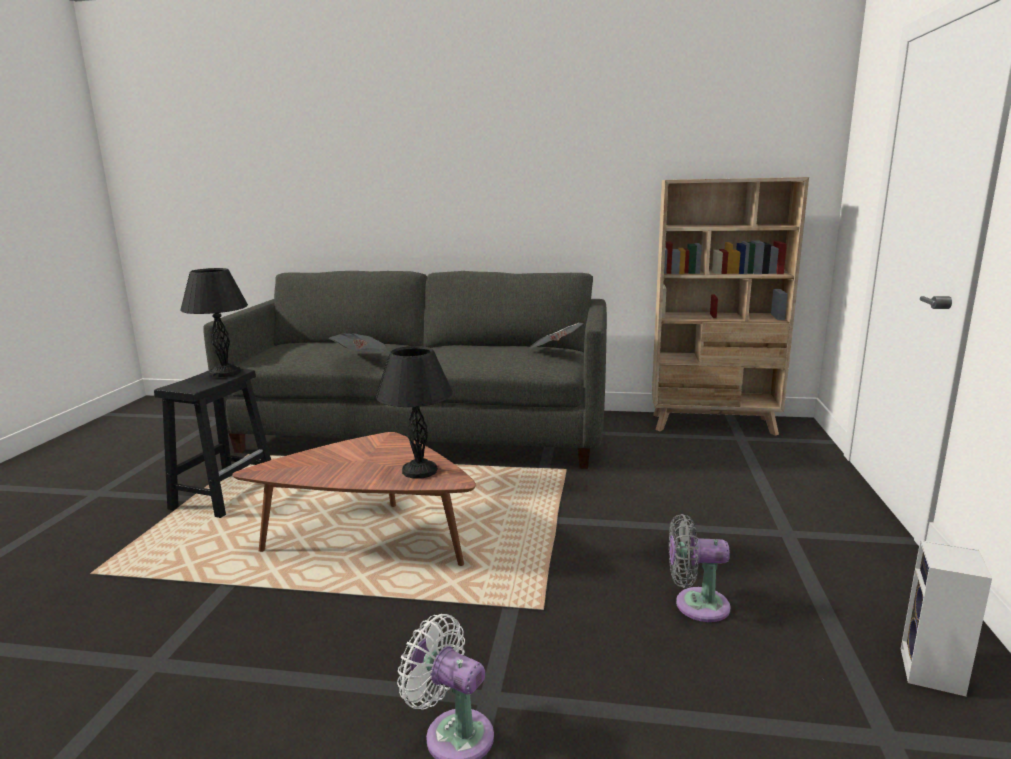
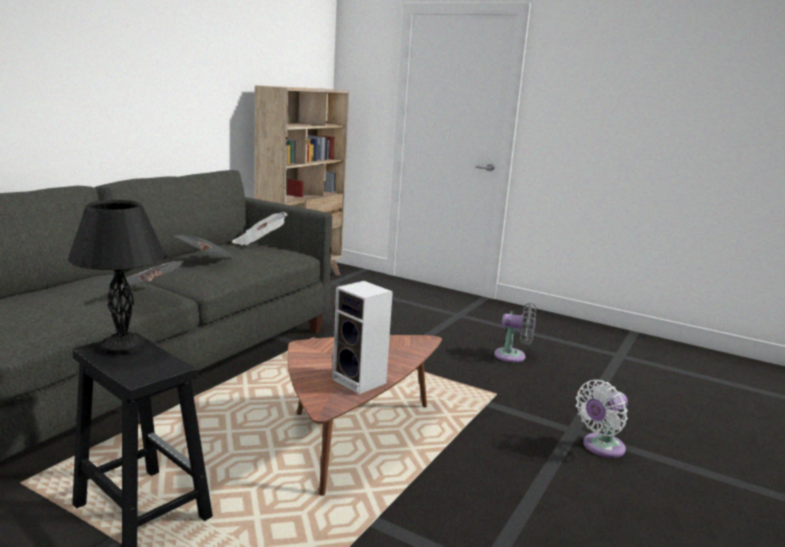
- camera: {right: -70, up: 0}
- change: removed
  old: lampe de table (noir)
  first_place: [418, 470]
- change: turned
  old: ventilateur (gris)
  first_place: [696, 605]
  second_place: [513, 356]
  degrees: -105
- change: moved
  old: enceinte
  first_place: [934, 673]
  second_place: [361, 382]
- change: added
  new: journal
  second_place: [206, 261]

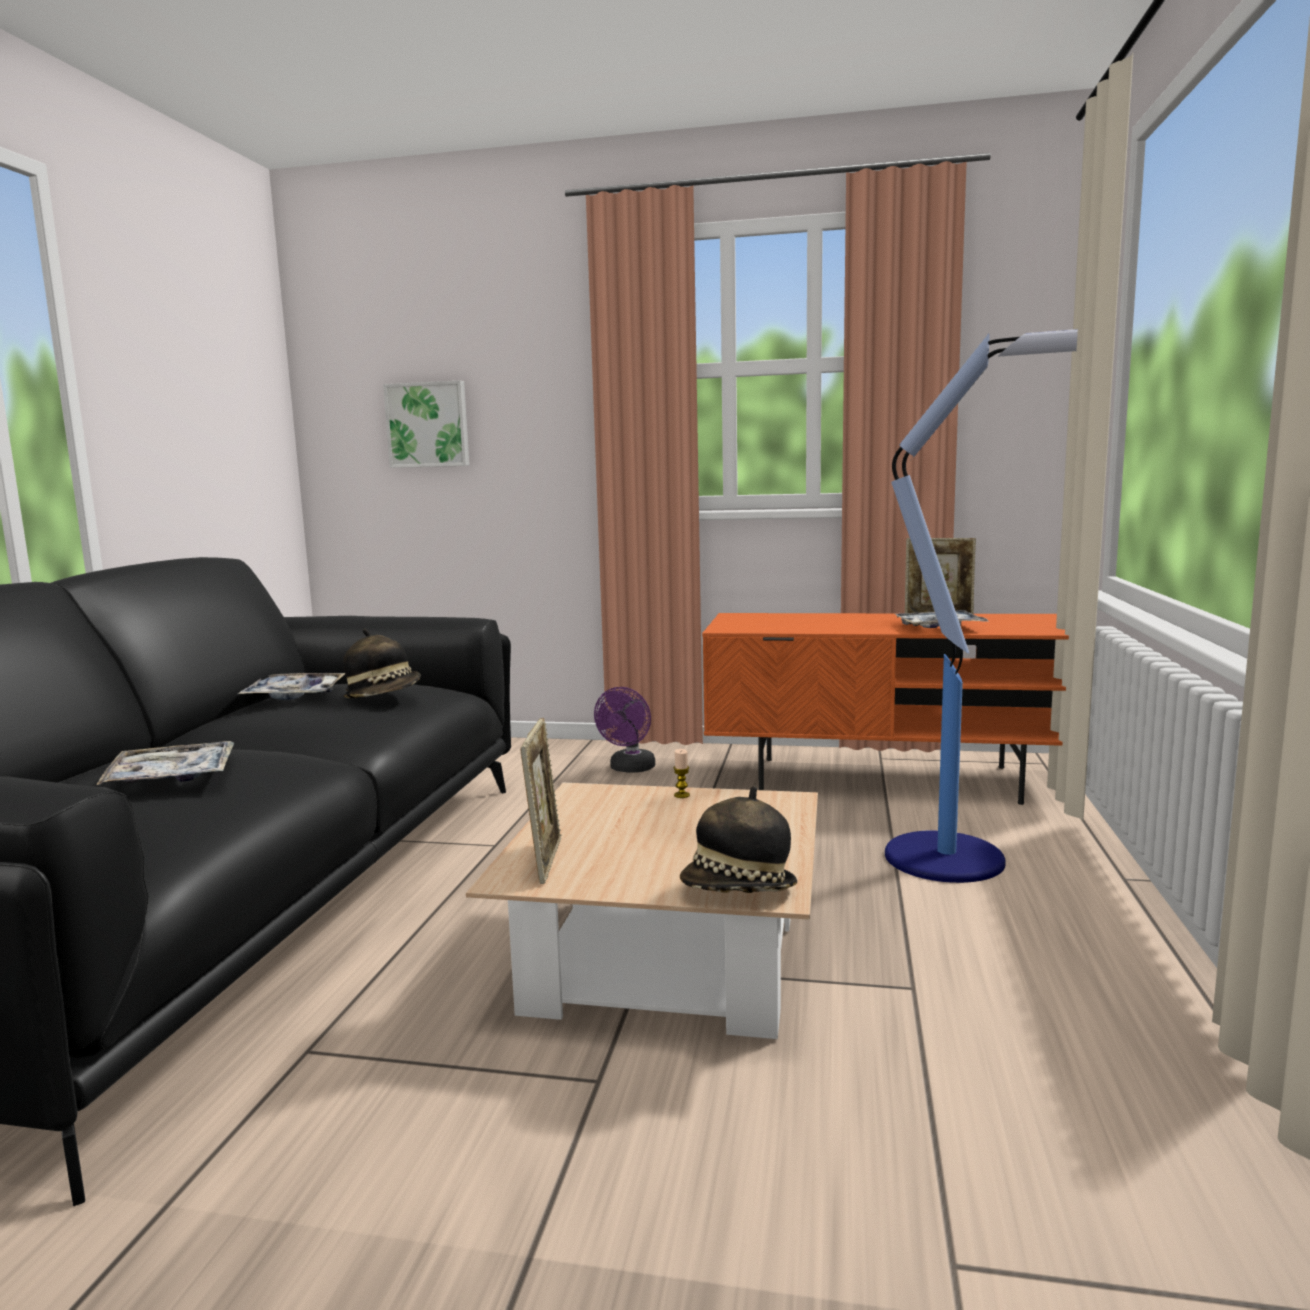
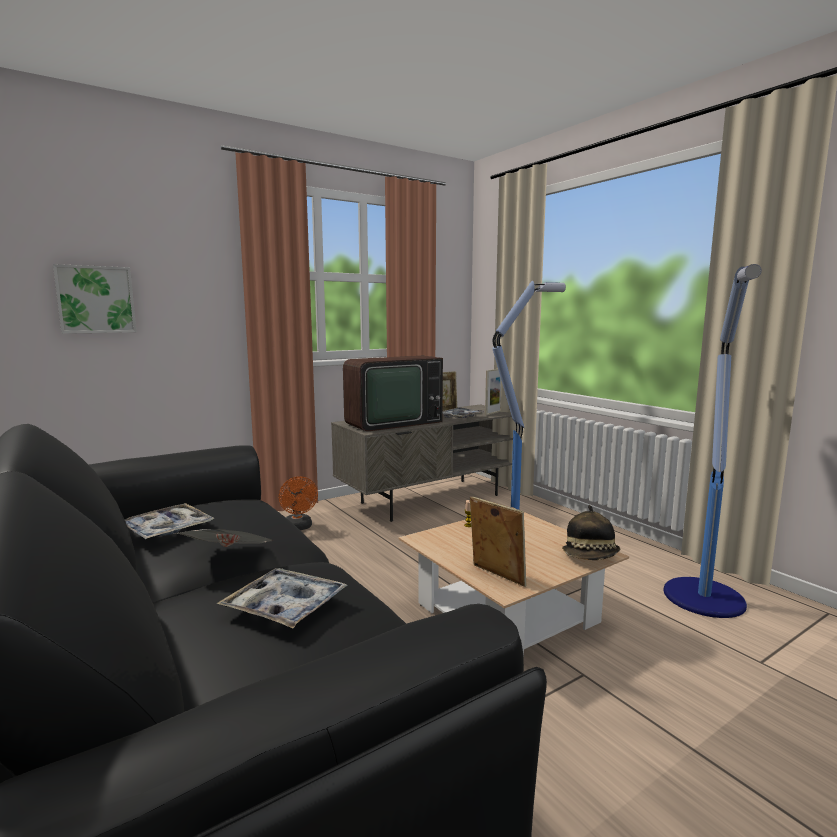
- camera: {right: -45, up: 0}
- change: recoloured
  old: meuble télé (orange)
  new: meuble télé (gris)
  first_place: [886, 779]
  second_place: [430, 498]
- change: removed
  old: chapeau
  first_place: [384, 696]
- change: recoloured
  old: ventilateur (violet)
  new: ventilateur (orange)
  first_place: [630, 769]
  second_place: [298, 528]
- change: added
  new: lampadaire
  second_place: [704, 599]
- change: added
  new: téléviseur
  second_place: [390, 422]
- change: added
  new: cadre photo
  second_place: [494, 412]
- change: added
  new: journal
  second_place: [230, 561]

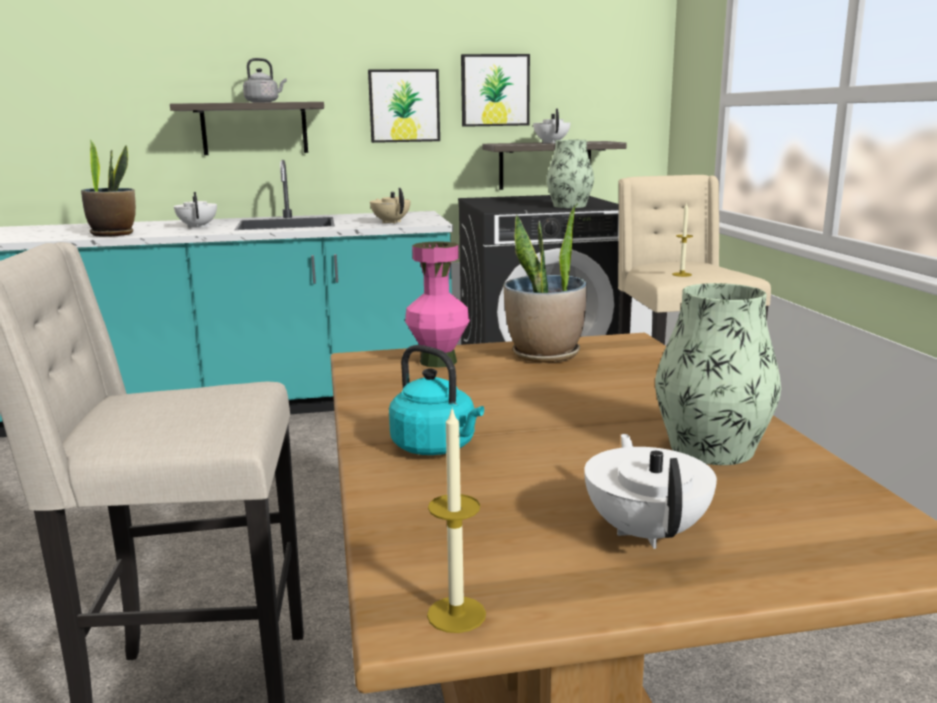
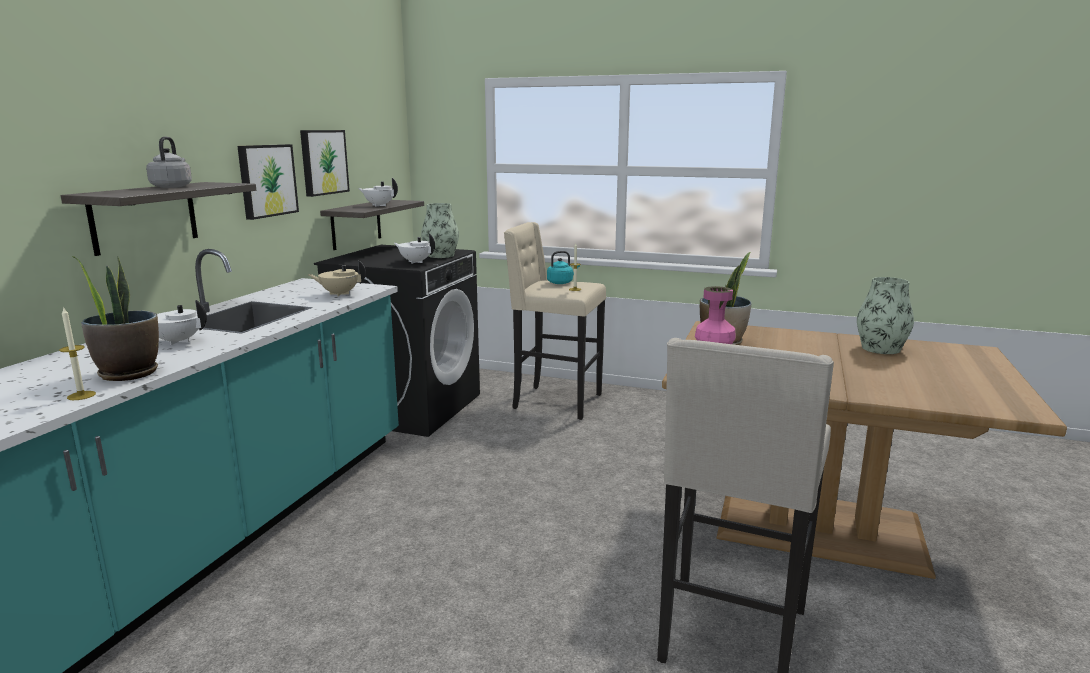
- camera: {right: -60, up: 0}
- change: moved
  old: bouilloire (turquoise)
  first_place: [437, 447]
  second_place: [561, 282]
- change: moved
  old: bougie
  first_place: [456, 614]
  second_place: [81, 395]
- change: moved
  old: théière (blanc)
  first_place: [646, 532]
  second_place: [415, 262]

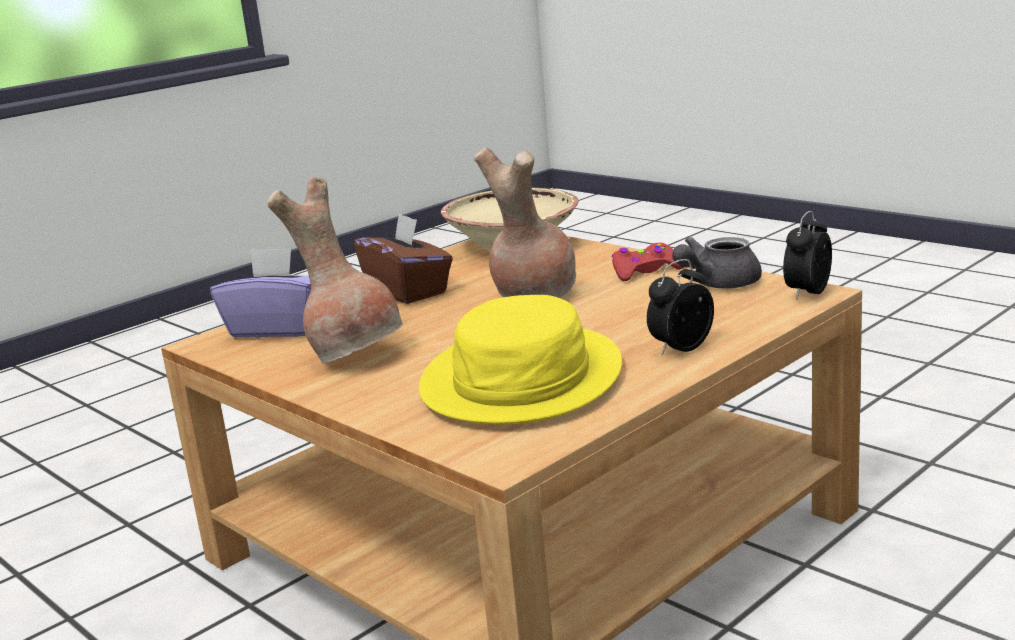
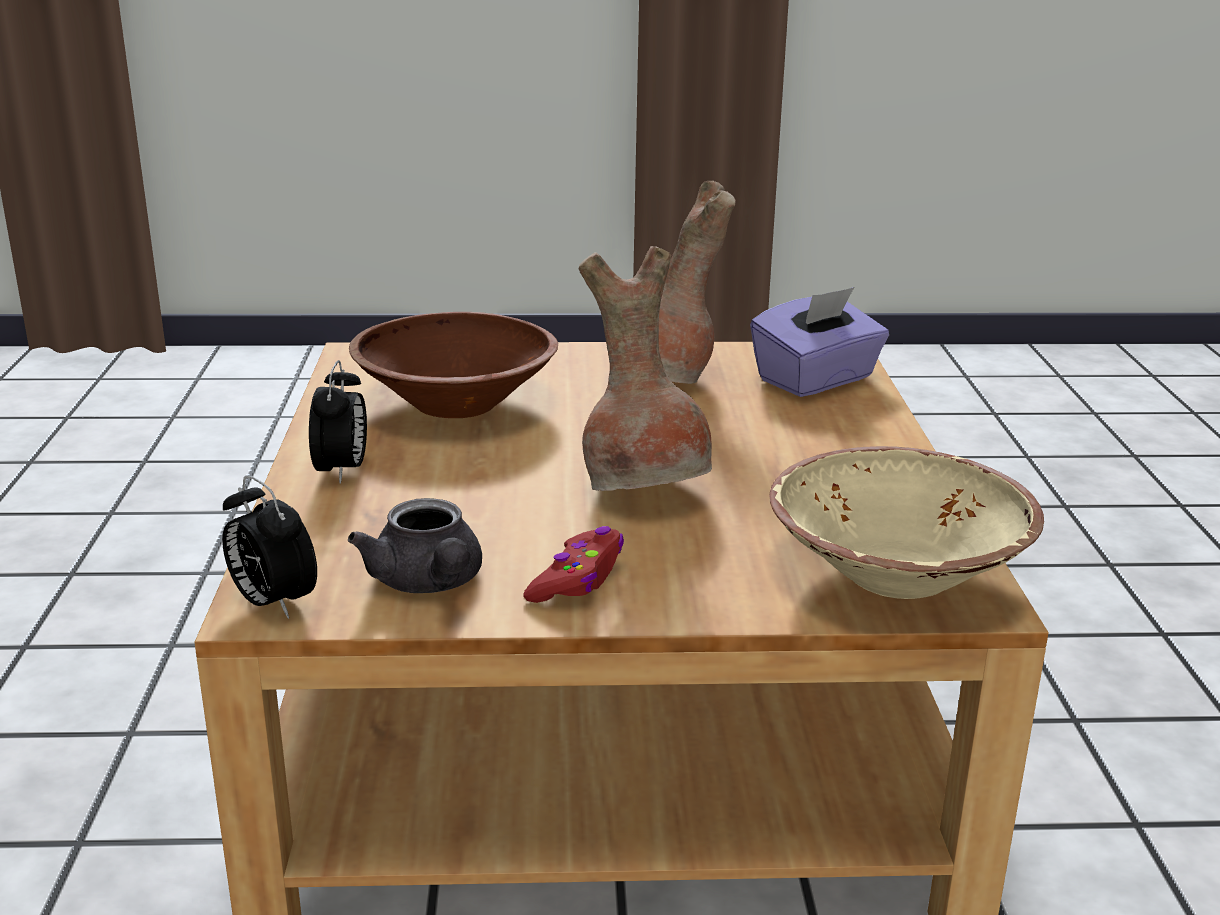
- camera: {right: 130, up: 5}
- change: turned
  old: réveil
  first_place: [807, 293]
  second_place: [272, 603]
  degrees: 150
- change: removed
  old: boîte à mouchoirs (marron)
  first_place: [408, 290]
- change: turned
  old: théière (gris)
  first_place: [717, 284]
  second_place: [429, 583]
  degrees: 150
- change: replaced
  old: chapeau (jaune)
  new: bol (marron)
  first_place: [523, 378]
  second_place: [455, 403]

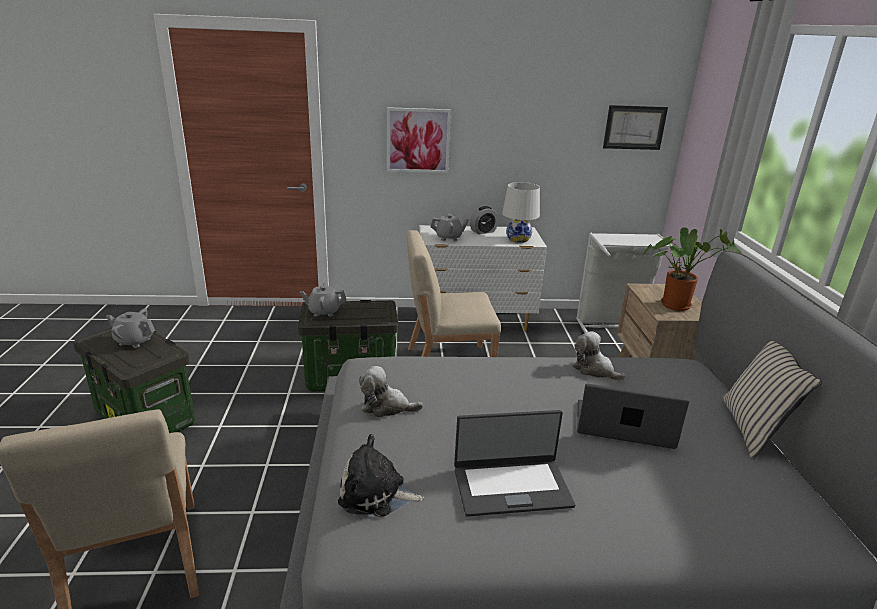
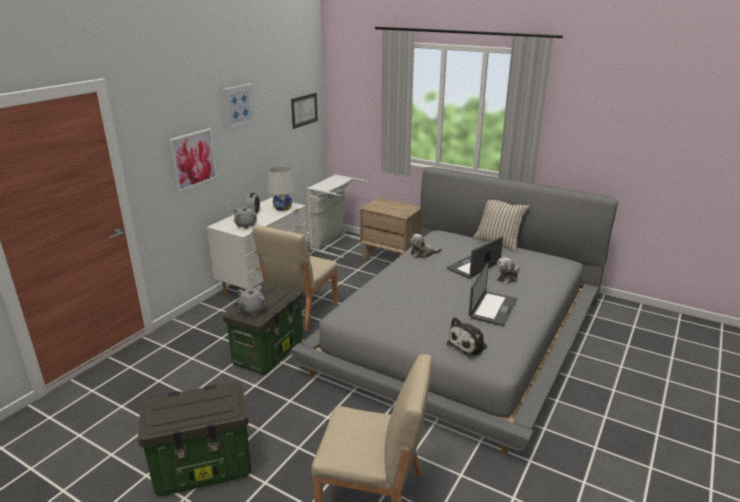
- camera: {right: -55, up: 0}
- change: removed
  old: plante en pot
  first_place: [679, 305]
- change: removed
  old: théière (gris)
  first_place: [134, 341]
- change: moved
  old: peluche
  first_place: [386, 407]
  second_place: [507, 277]
- change: added
  new: tableau
  second_place: [238, 106]

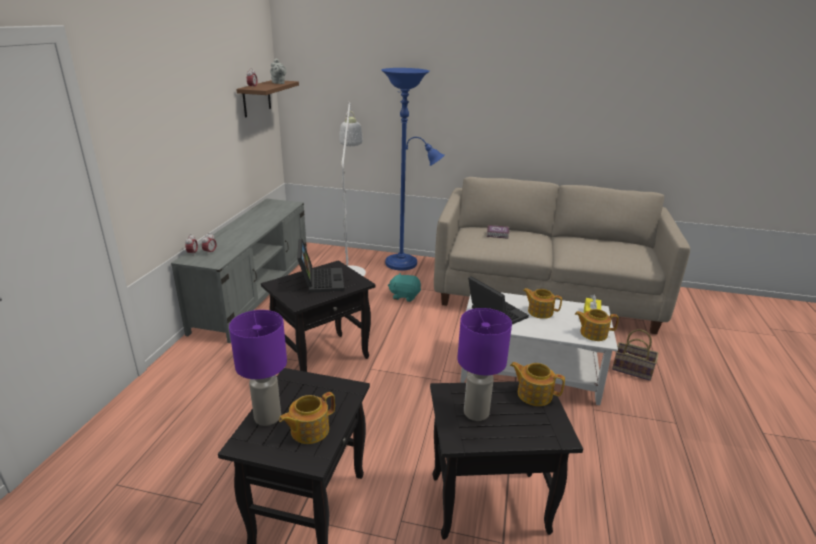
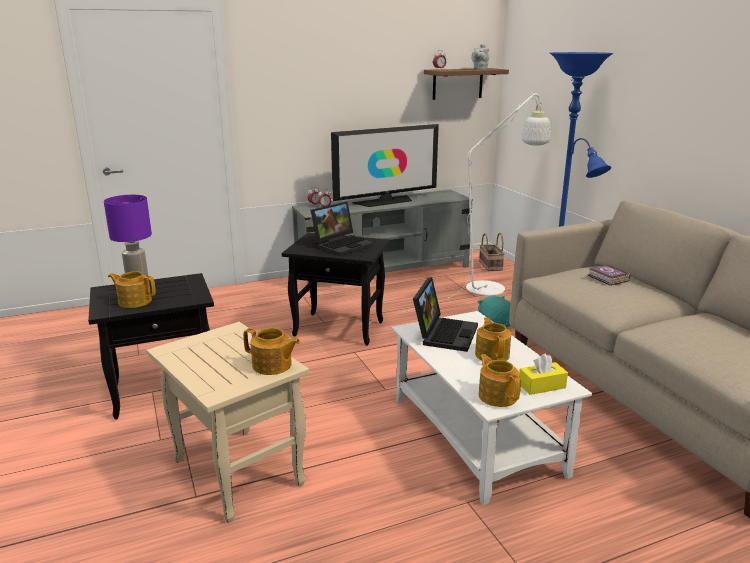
- camera: {right: 55, up: -5}
- change: removed
  old: lampe de table (violet)
  first_place: [475, 413]
- change: moved
  old: panier
  first_place: [633, 370]
  second_place: [491, 266]
- change: turned
  old: théière
  first_place: [533, 394]
  second_place: [272, 365]
  degrees: 120
- change: recoloured
  old: table d'appoint (noir)
  new: table d'appoint (beige)
  first_place: [487, 505]
  second_place: [235, 472]
- change: added
  new: téléviseur
  second_place: [385, 201]

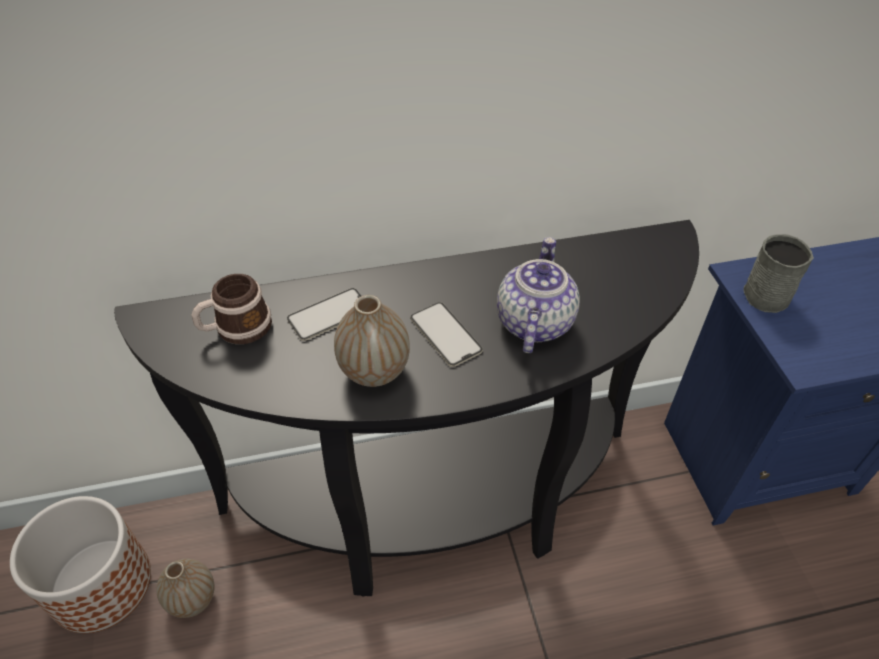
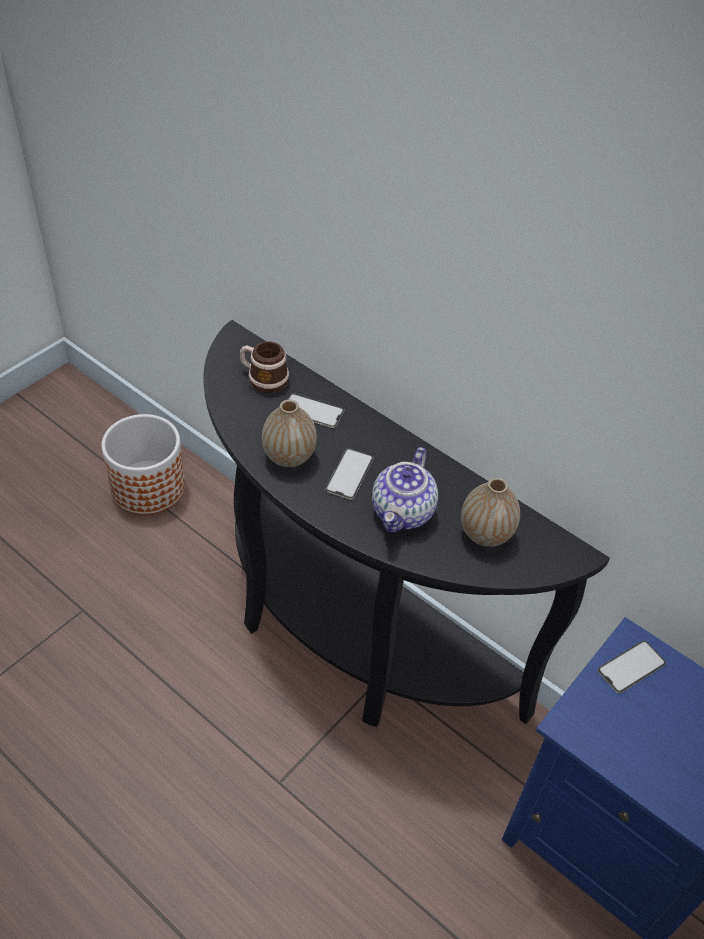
- camera: {right: 50, up: 0}
- change: replaced
  old: mug (gris)
  new: téléphone
  first_place: [764, 291]
  second_place: [631, 667]
- change: turned
  old: théière
  first_place: [533, 322]
  second_place: [403, 513]
  degrees: 135
- change: moved
  old: vase
  first_place: [193, 599]
  second_place: [485, 534]

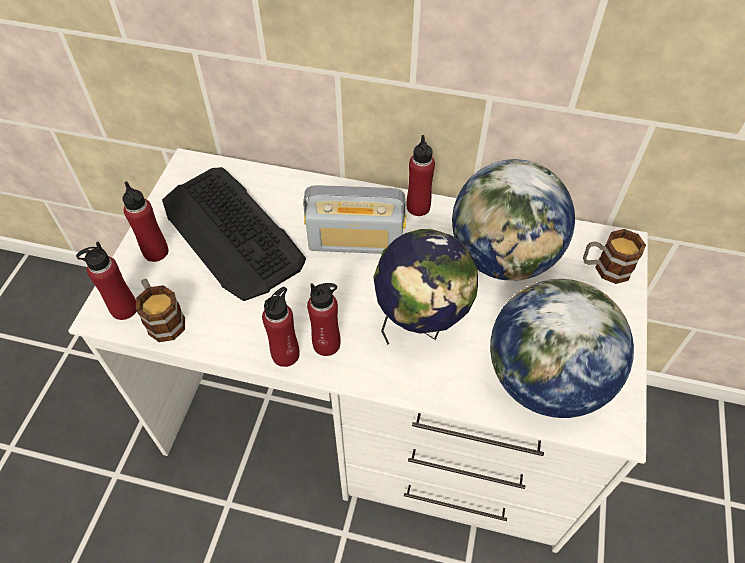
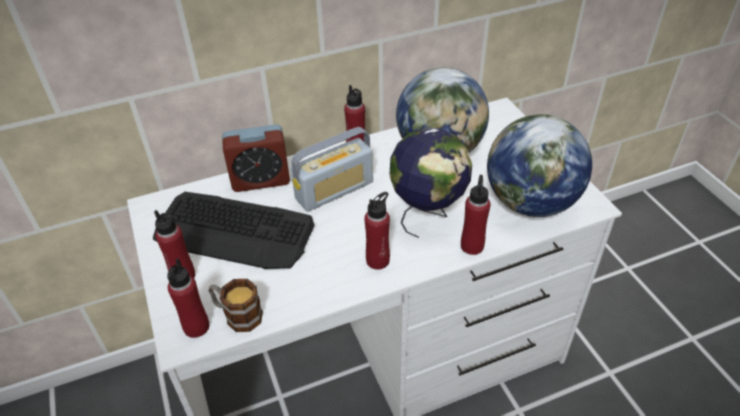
- camera: {right: -35, up: -10}
- change: removed
  old: mug
  first_place: [605, 268]
- change: moved
  old: bouteille (rouge)
  first_place: [285, 354]
  second_place: [472, 246]
- change: added
  new: réveil
  second_place: [260, 180]

